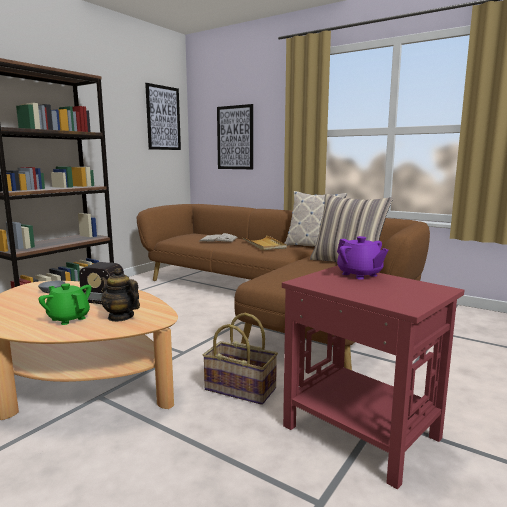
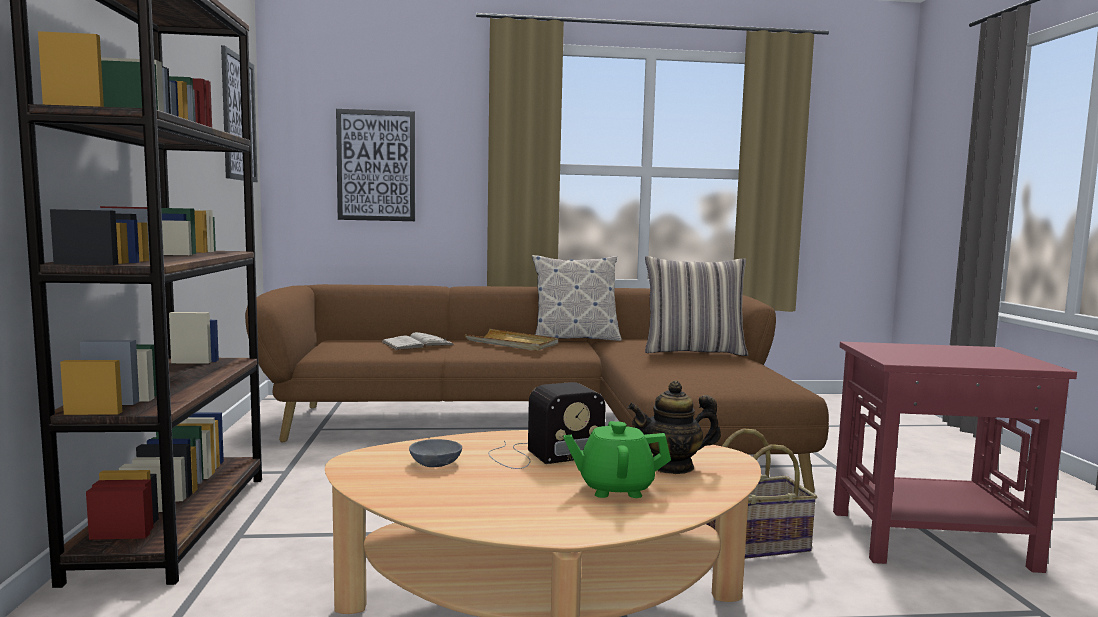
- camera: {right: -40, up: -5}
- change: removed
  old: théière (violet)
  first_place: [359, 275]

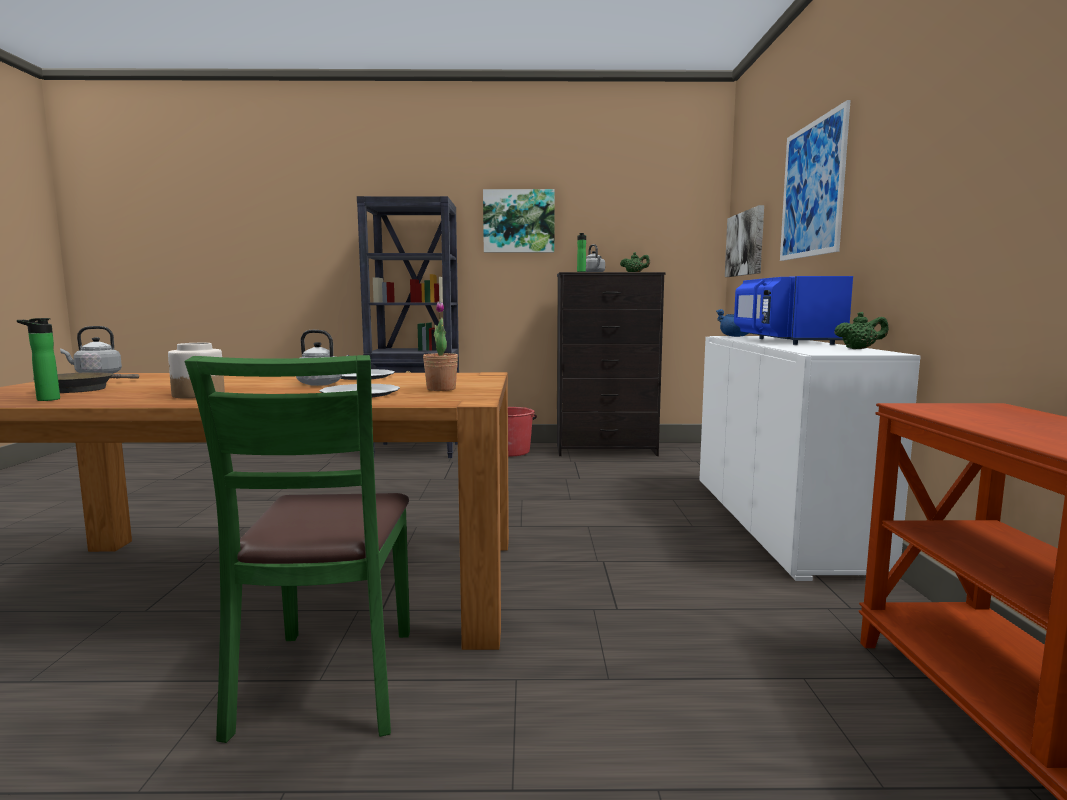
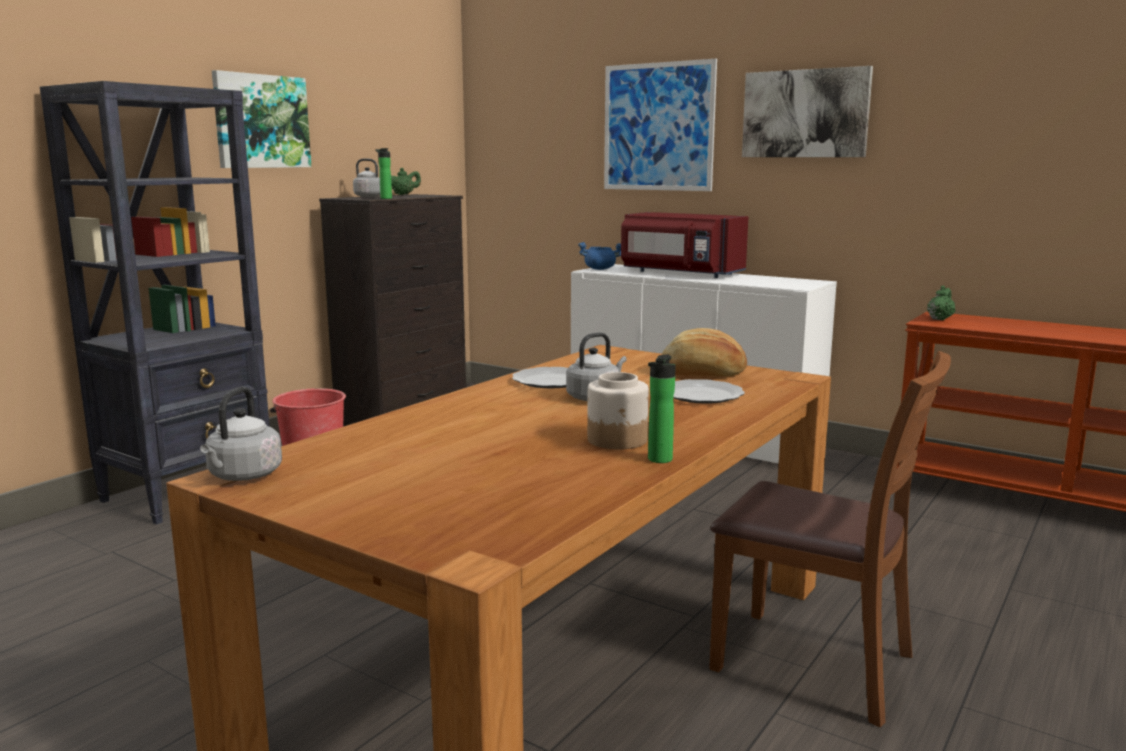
- camera: {right: -55, up: 5}
- change: moved
  old: tableau
  first_place: [745, 244]
  second_place: [805, 114]
- change: recoloured
  old: micro-ondes (bleu)
  new: micro-ondes (rouge)
  first_place: [784, 341]
  second_place: [679, 273]
- change: replaced
  old: plante en pot
  new: pain
  first_place: [441, 389]
  second_place: [703, 374]
- change: moved
  old: théière (vert)
  first_place: [859, 349]
  second_place: [940, 319]
- change: moved
  old: bouteille
  first_place: [45, 399]
  second_place: [658, 460]
- change: recoloured
  old: chaise (vert)
  new: chaise (marron)
  first_place: [328, 682]
  second_place: [815, 664]
- change: removed
  old: poêle (marron)
  first_place: [81, 389]

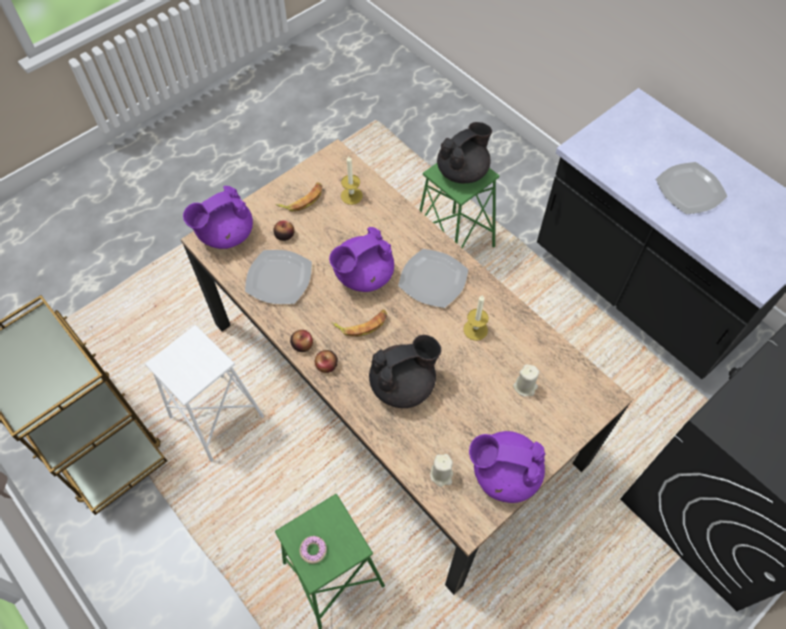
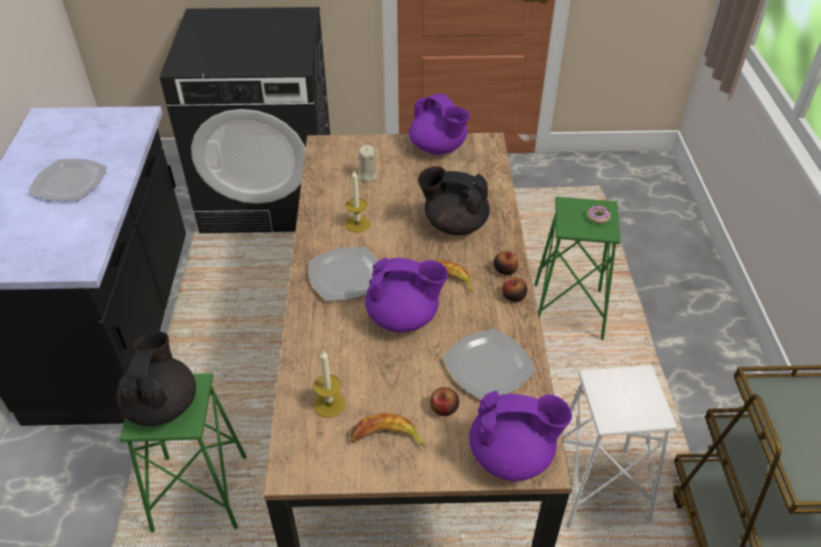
- camera: {right: -140, up: -15}
- change: turned
  old: théière (noir)
  first_place: [463, 171]
  second_place: [162, 404]
  degrees: 90
- change: removed
  old: bougie (beige)
  first_place: [441, 475]

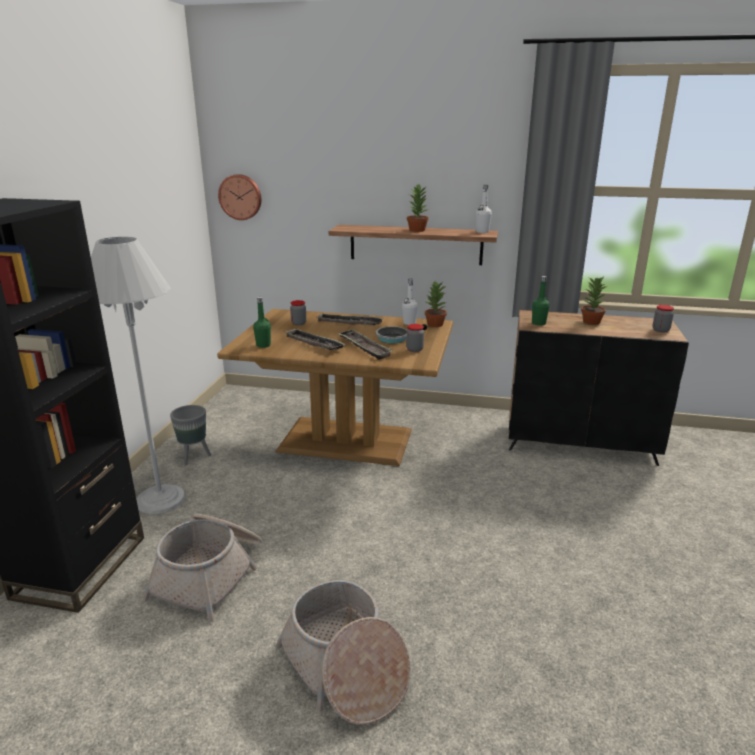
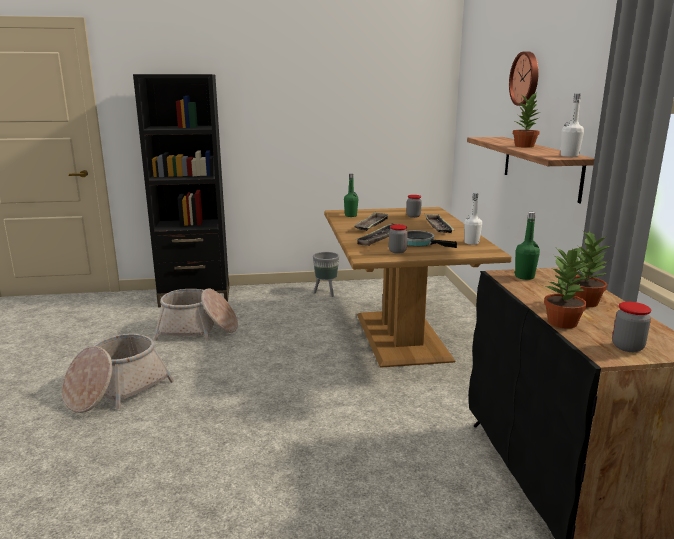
- camera: {right: 70, up: -5}
- change: moved
  old: horloge murale
  first_place: [240, 197]
  second_place: [526, 79]
- change: removed
  old: lampadaire (blanc)
  first_place: [160, 499]
- change: moved
  old: plante en pot
  first_place: [435, 324]
  second_place: [561, 322]

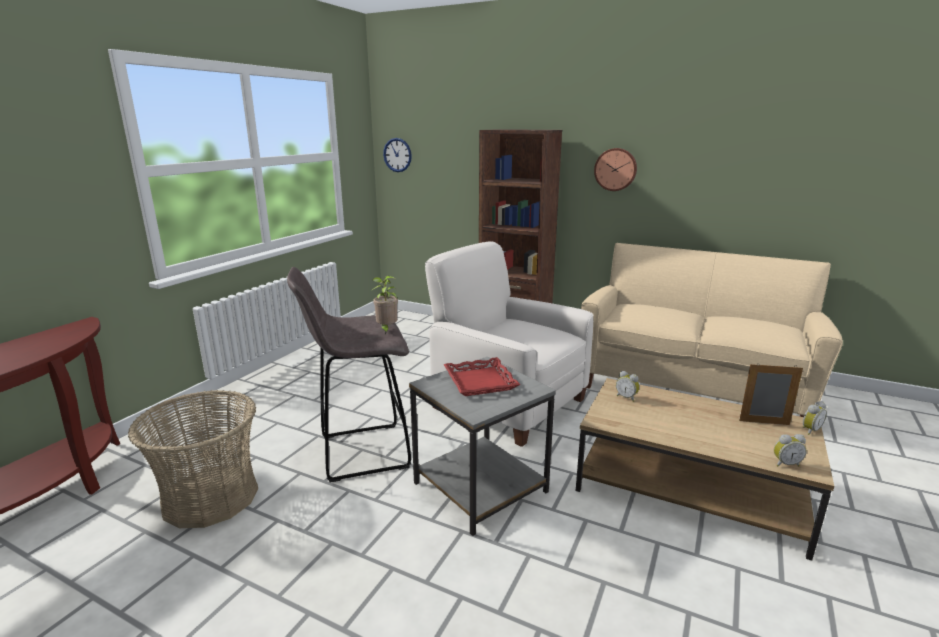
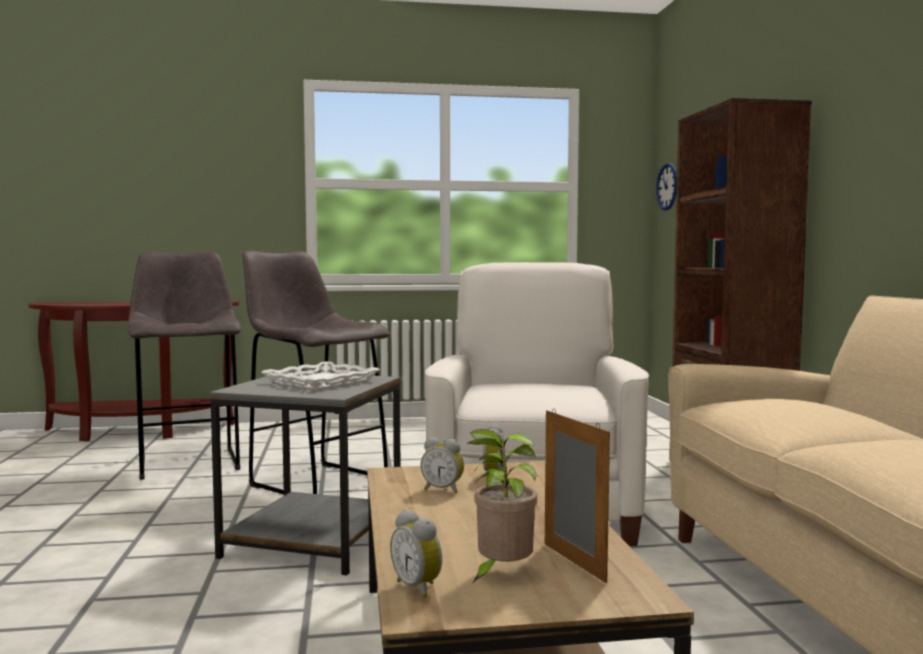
- camera: {right: 55, up: -15}
- change: removed
  old: horloge murale
  first_place: [615, 169]
- change: moved
  old: plante en pot
  first_place: [386, 330]
  second_place: [501, 574]
- change: recoloured
  old: plateau (rouge)
  new: plateau (blanc)
  first_place: [481, 381]
  second_place: [321, 382]
- change: replaced
  old: panier
  new: tabouret (gris)
  first_place: [210, 497]
  second_place: [189, 462]
- change: moved
  old: réveil
  first_place: [809, 430]
  second_place: [443, 490]

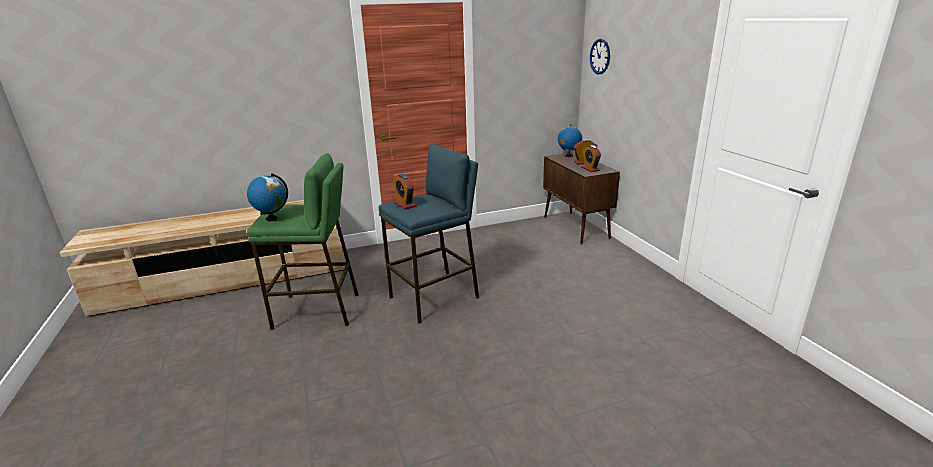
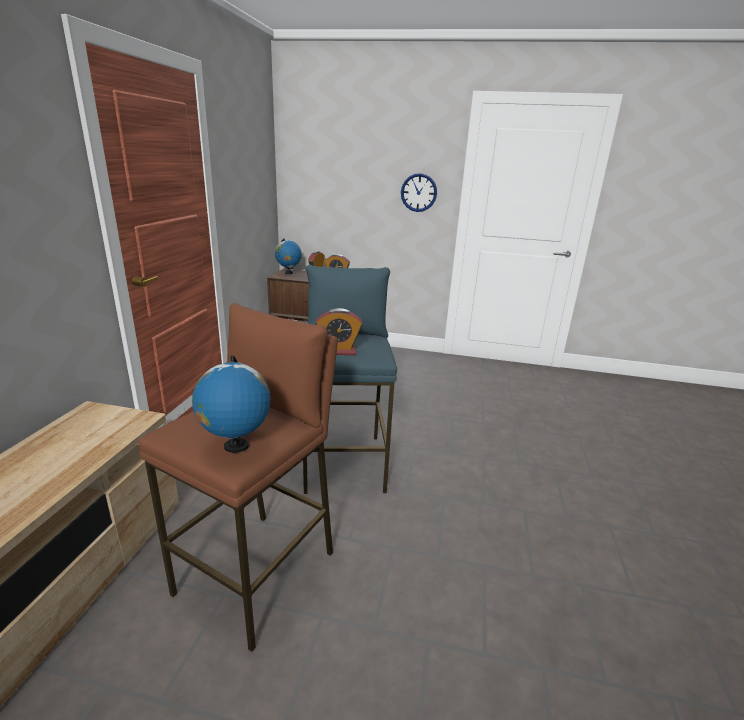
- camera: {right: -60, up: 0}
- change: moved
  old: horloge murale
  first_place: [600, 56]
  second_place: [418, 192]
- change: recoloured
  old: tabouret (vert)
  new: tabouret (marron)
  first_place: [317, 311]
  second_place: [258, 573]

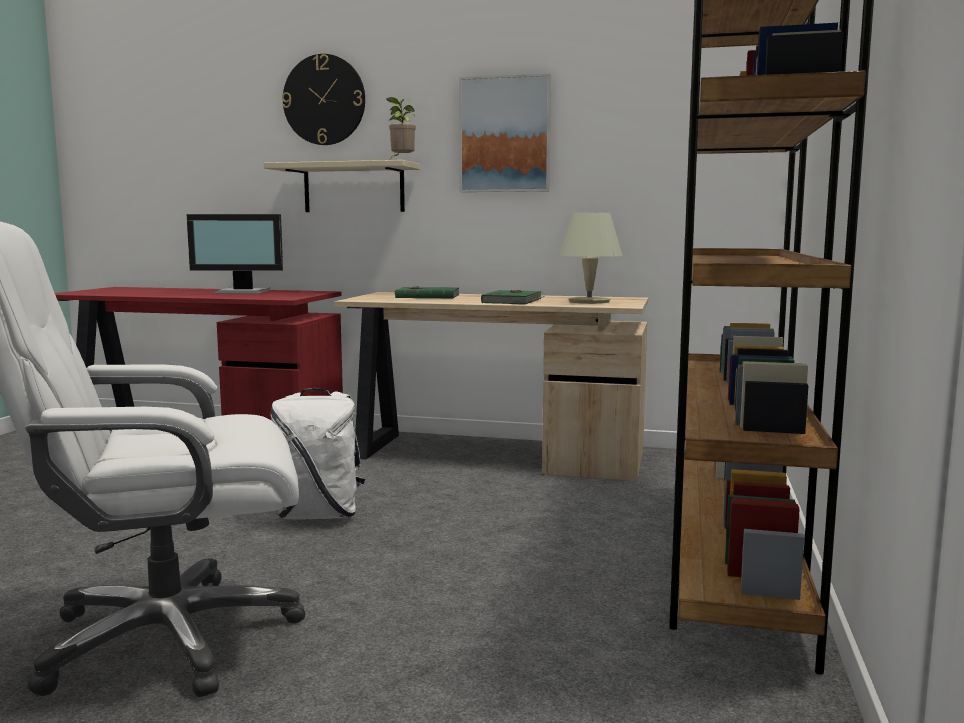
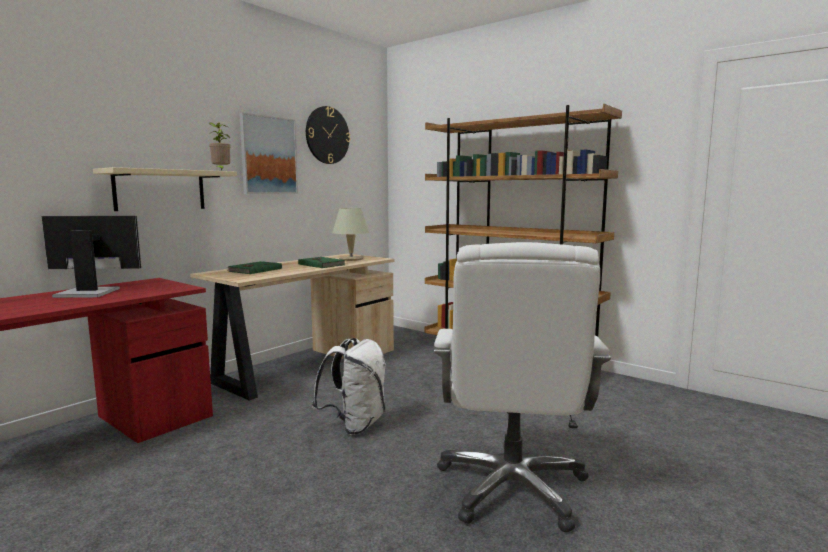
- camera: {right: -65, up: 0}
- change: moved
  old: horloge murale
  first_place: [324, 100]
  second_place: [327, 135]
- change: turned
  old: écran d'ordinateur
  first_place: [243, 292]
  second_place: [88, 292]
  degrees: -120

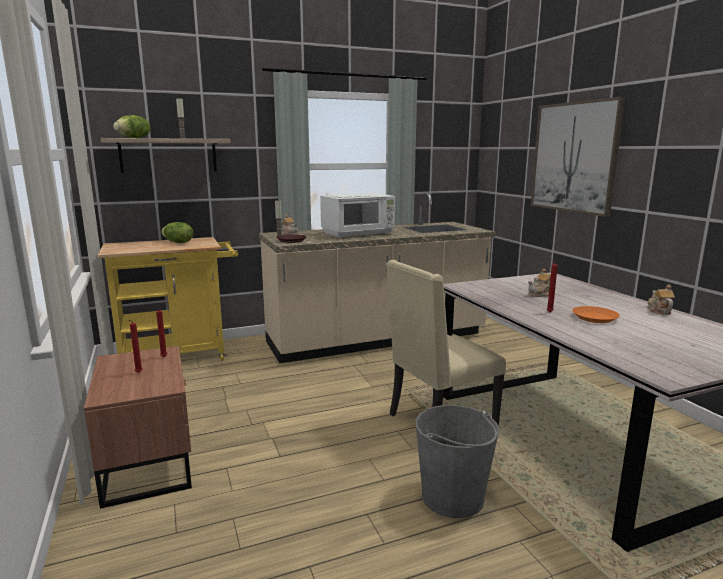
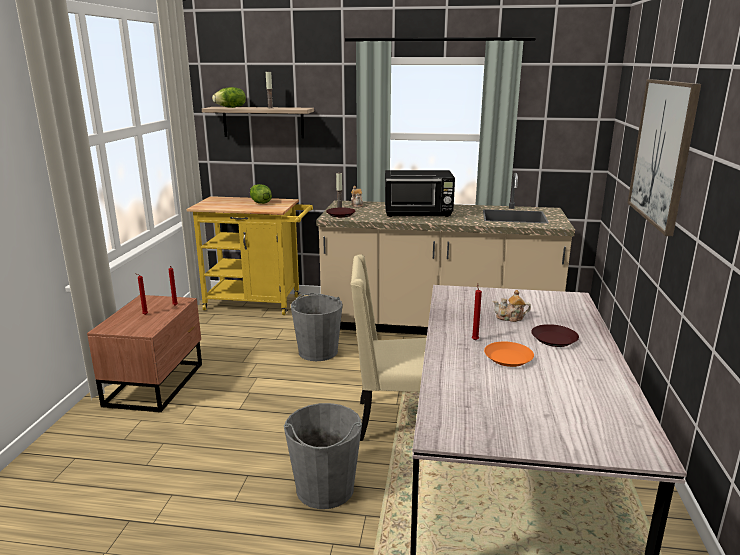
- camera: {right: 30, up: 5}
- change: recoloured
  old: micro-ondes (blanc)
  new: micro-ondes (noir)
  first_place: [358, 234]
  second_place: [418, 213]
- change: removed
  old: théière
  first_place: [658, 311]
- change: added
  new: seau (gris)
  second_place: [318, 351]
- change: added
  new: assiette (marron)
  second_place: [554, 339]

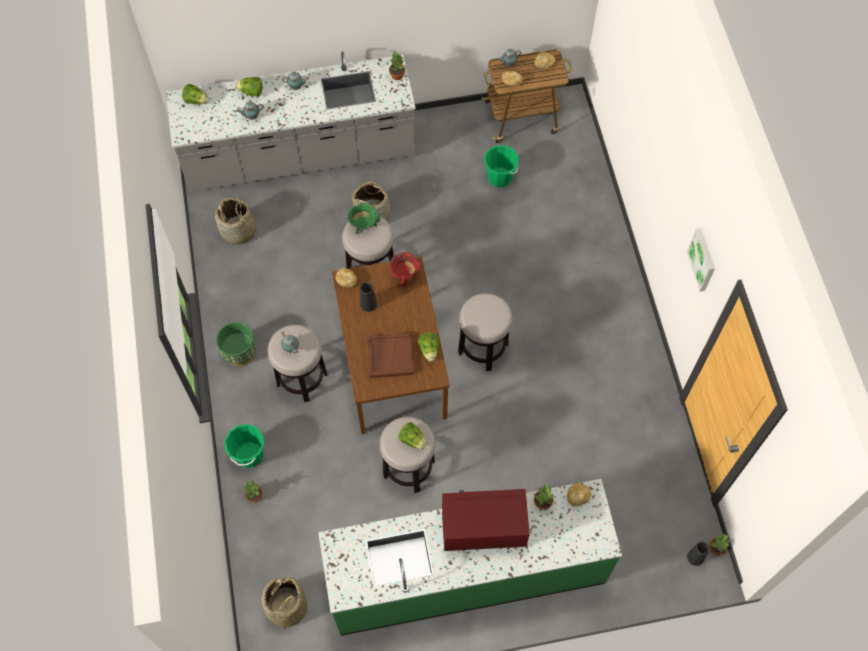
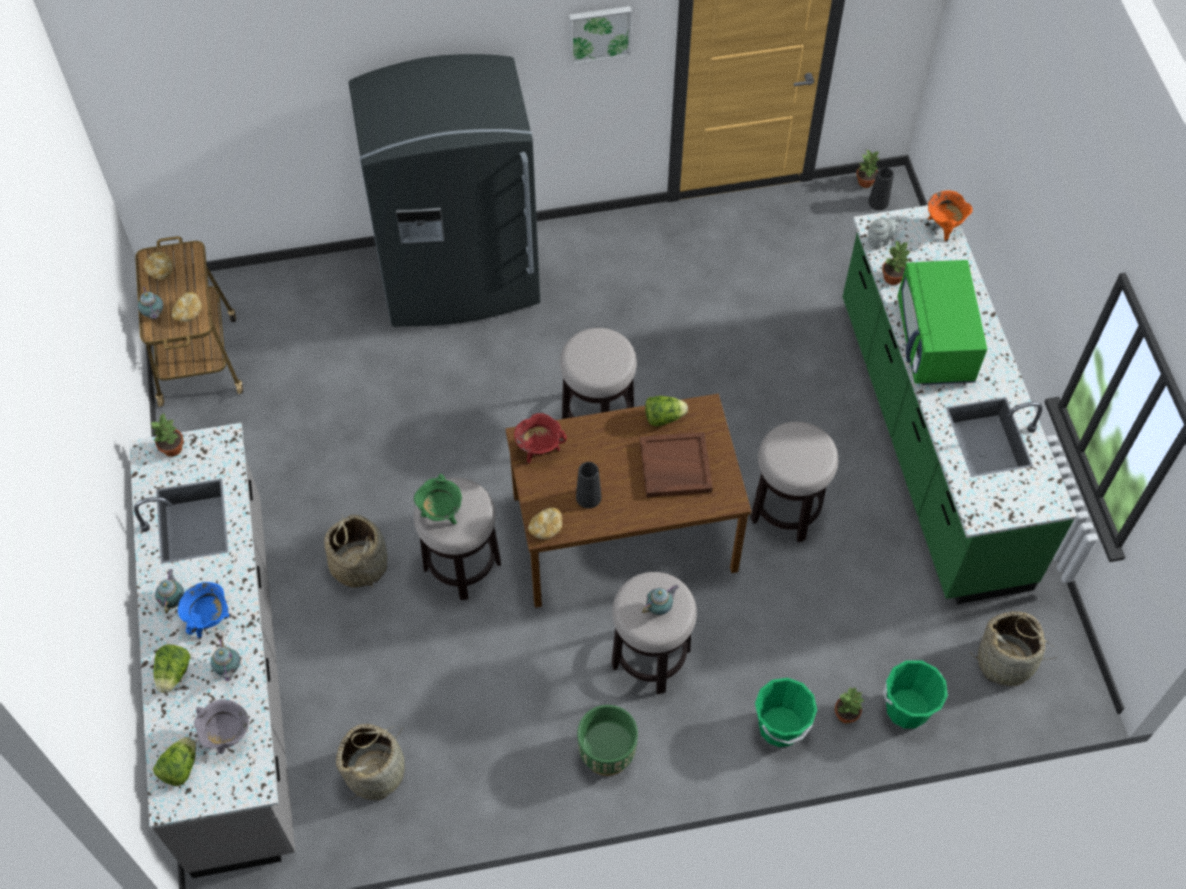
- camera: {right: -90, up: -5}
- change: moved
  old: seau (vert)
  first_place: [499, 177]
  second_place: [907, 709]
- change: removed
  old: laitue
  first_place: [412, 440]
- change: replaced
  old: pain
  new: théière (gris)
  first_place: [578, 496]
  second_place: [880, 241]
- change: recoloured
  old: micro-ondes (rouge)
  new: micro-ondes (vert)
  first_place: [483, 528]
  second_place: [935, 342]
- change: added
  new: réfrigérateur (gris)
  second_place: [460, 279]
- change: added
  new: marmite (orange)
  second_place: [944, 226]
- change: added
  new: marmite (bleu)
  second_place: [209, 620]
- change: added
  new: marmite (gris)
  second_place: [227, 736]

